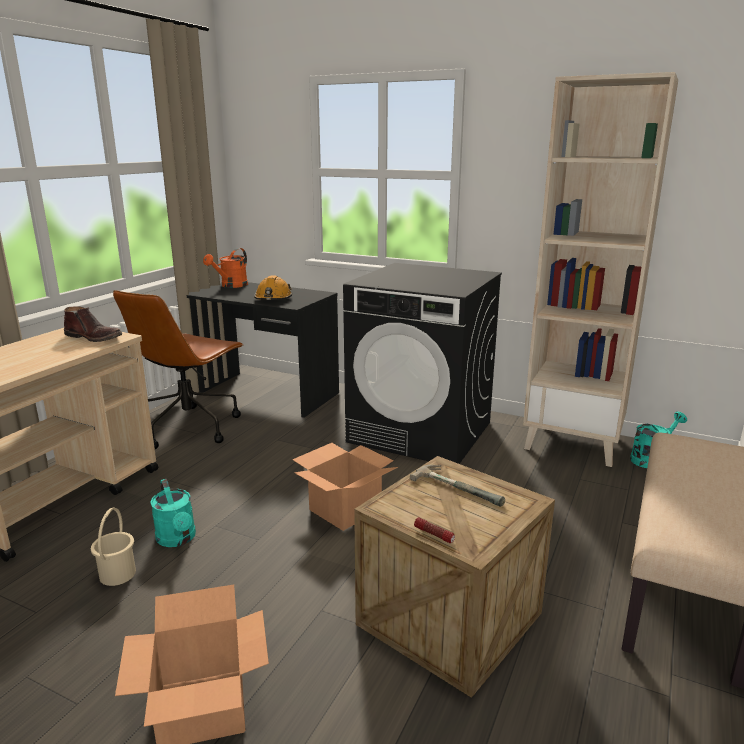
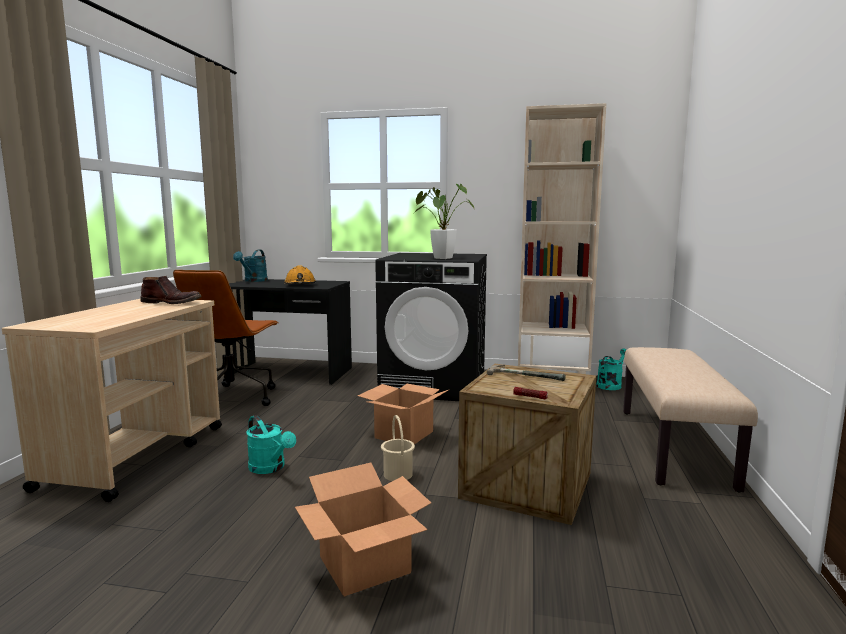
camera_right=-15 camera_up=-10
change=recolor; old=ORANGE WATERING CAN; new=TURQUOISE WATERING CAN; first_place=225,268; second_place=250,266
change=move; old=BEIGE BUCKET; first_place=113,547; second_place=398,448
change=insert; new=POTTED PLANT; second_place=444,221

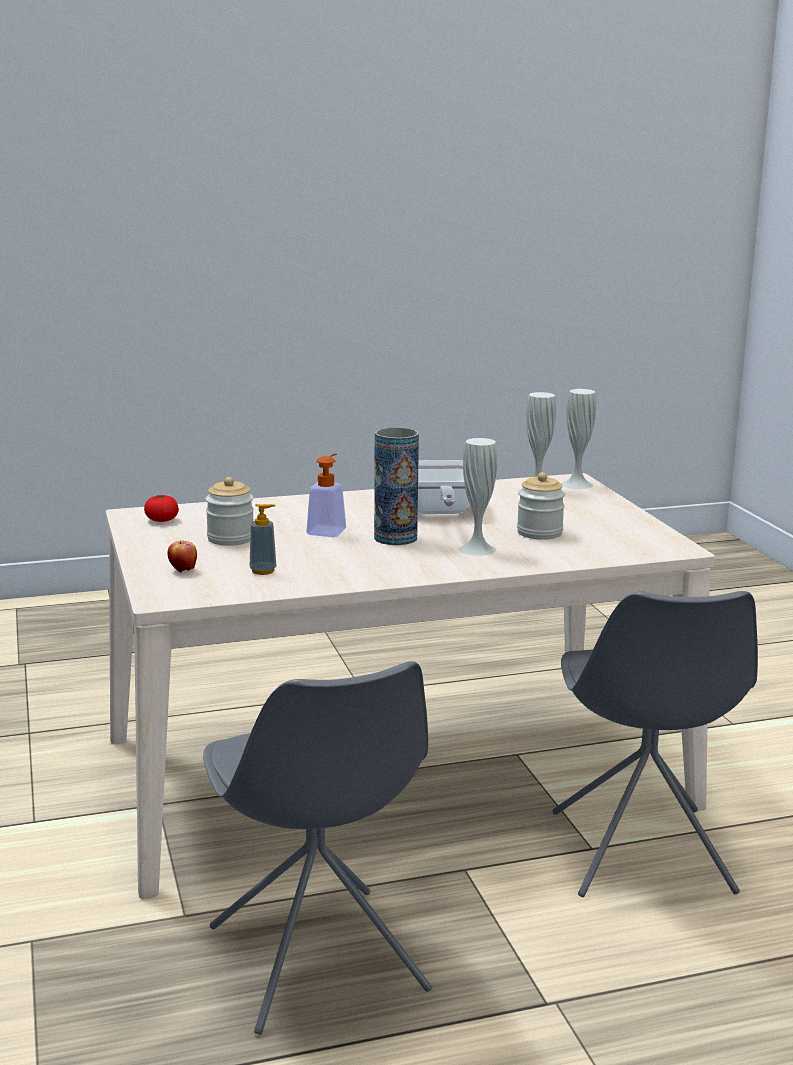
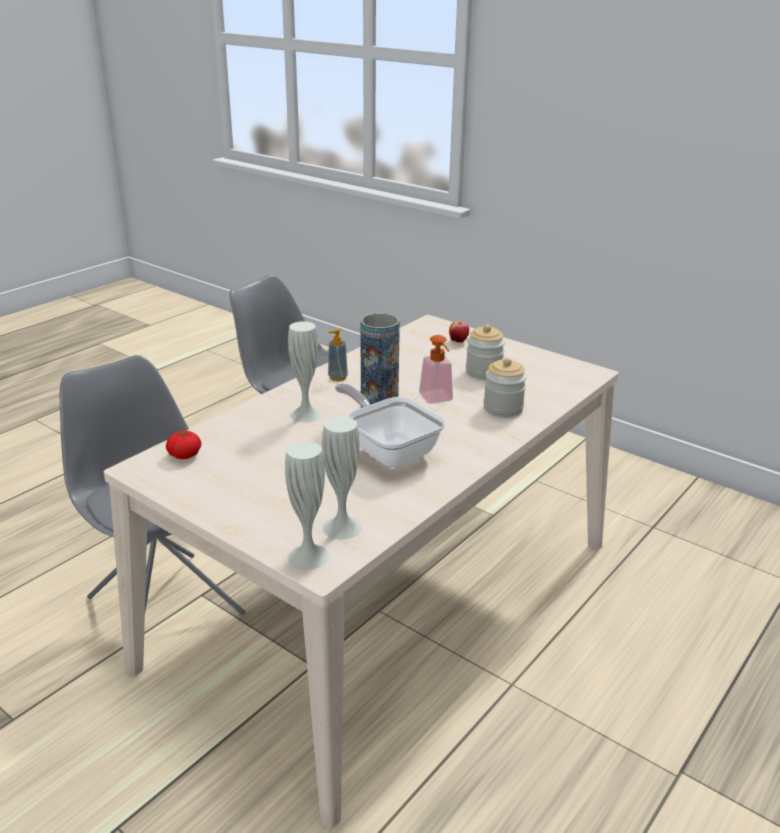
camera_right=145 camera_up=10
change=move; old=TOMATO; first_place=161,508; second_place=183,445
change=move; old=SOAP DISPENSER; first_place=263,539; second_place=338,354
change=move; old=JAR; first_place=541,506; second_place=505,387

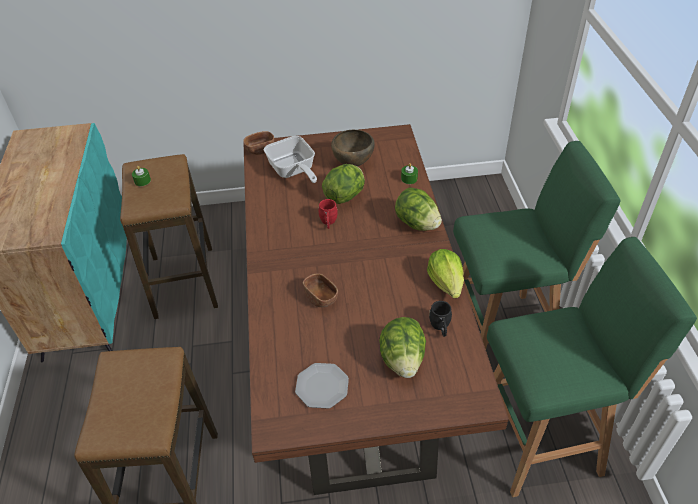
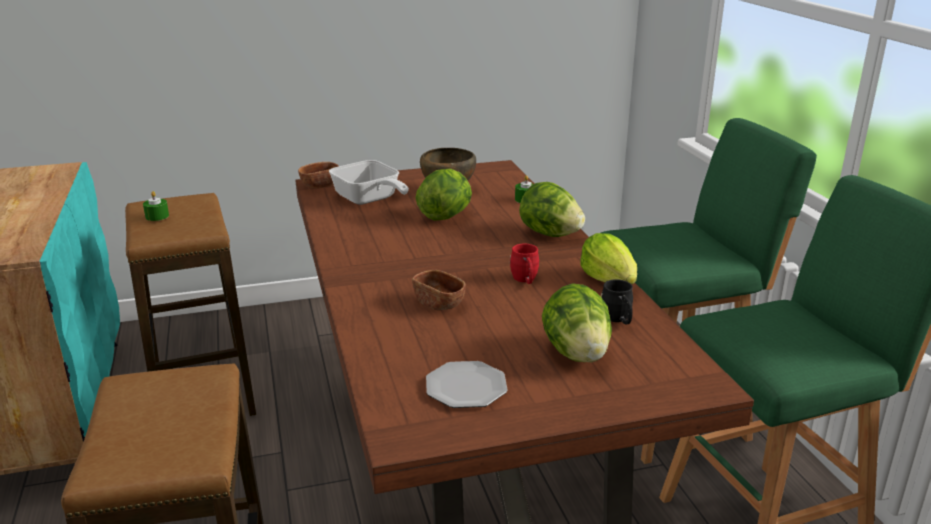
camera_right=-10 camera_up=-20
change=move; old=RED MUG; first_place=328,214; second_place=524,264

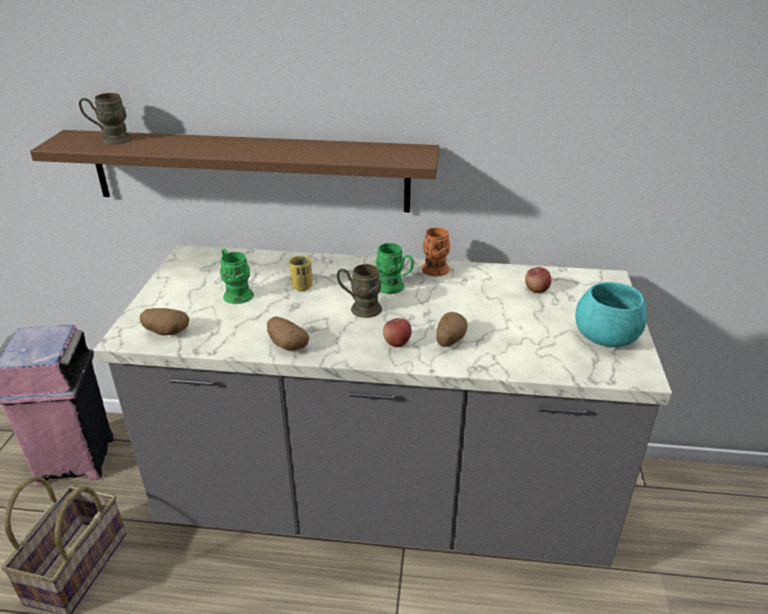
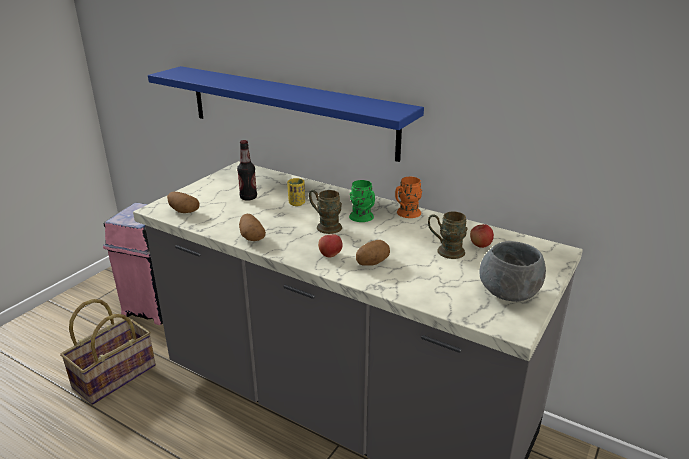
camera_right=25 camera_up=-5
change=recolor; old=BROWN SHELF; new=BLUE SHELF; first_place=234,171; second_place=286,114
change=replace; old=GREEN MUG; new=BOTTLE; first_place=237,276; second_place=247,170
change=move; old=BROWN MUG; first_place=105,118; second_place=448,235
change=recolor; old=TURQUOISE BOWL; new=GREY BOWL; first_place=611,314; second_place=512,271

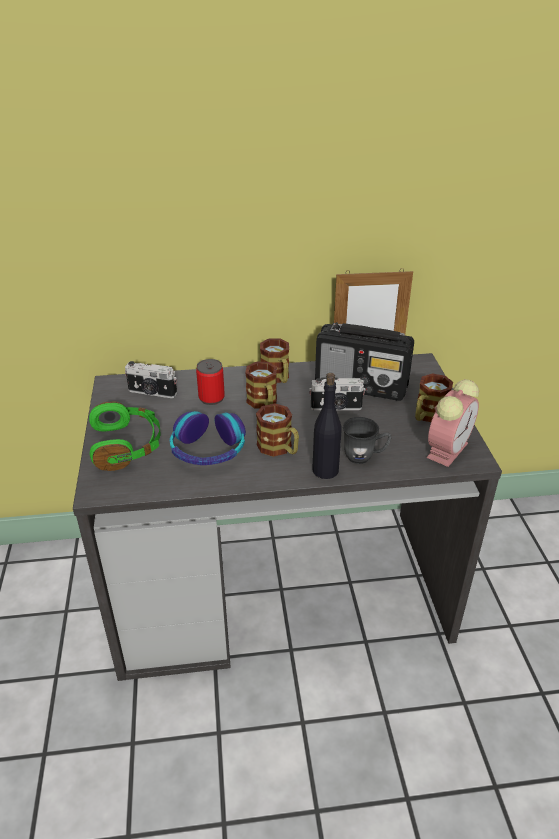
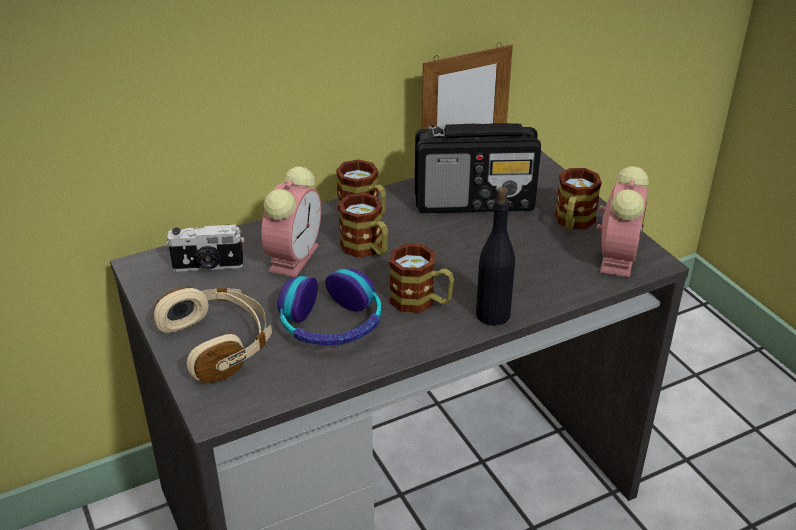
camera_right=-20 camera_up=0
change=recolor; old=GREEN HEADPHONES; new=BEIGE HEADPHONES; first_place=124,436; second_place=213,334
change=replace; old=CAN; new=ALARM CLOCK; first_place=210,382; second_place=291,222
change=delete; old=PHOTO CAMERA; first_place=337,394
change=delete; old=GREY MUG; first_place=367,440

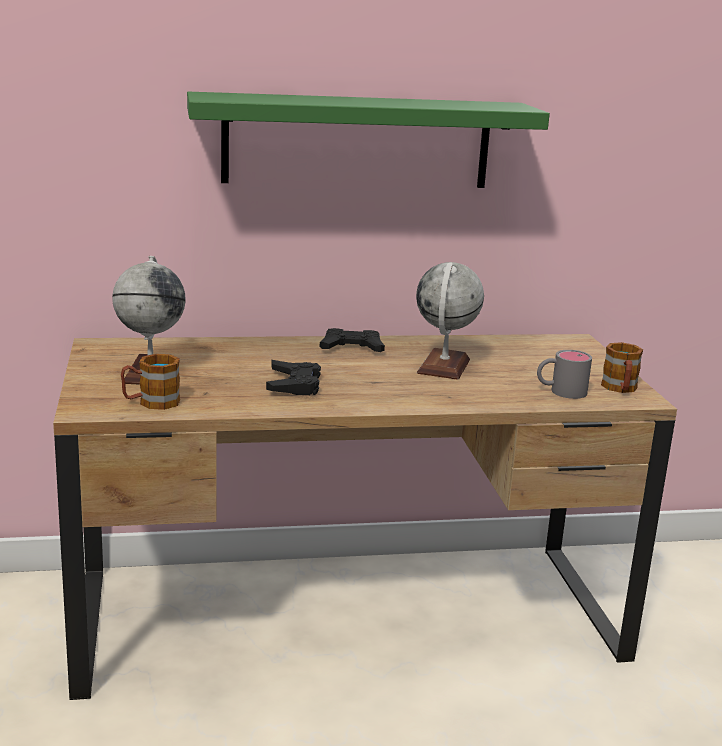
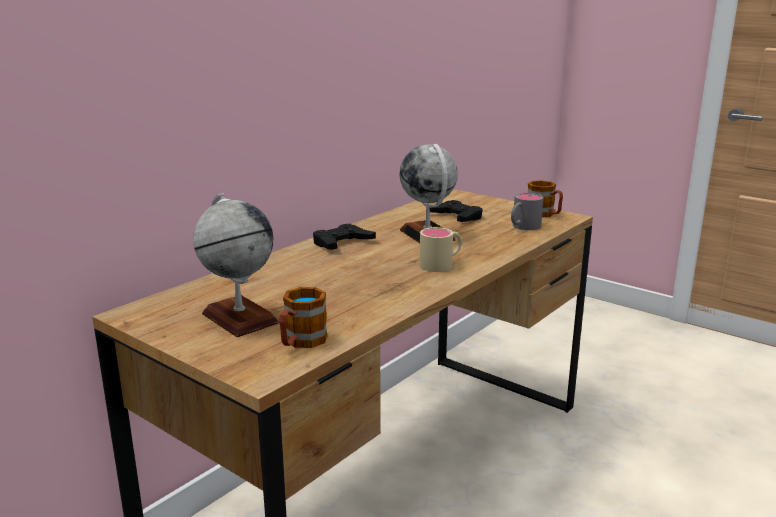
camera_right=-40 camera_up=0
change=insert; new=BEIGE MUG; second_place=441,249
change=move; old=BLACK GAME CONTROLLER; first_place=293,377; second_place=454,211
change=delete; old=GREEN SHELF; first_place=368,140

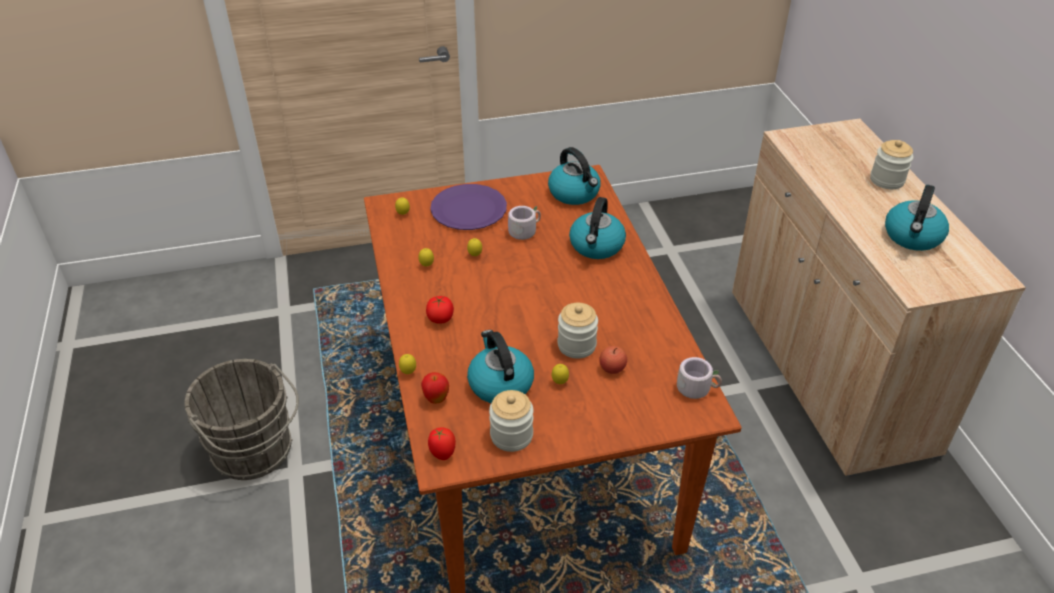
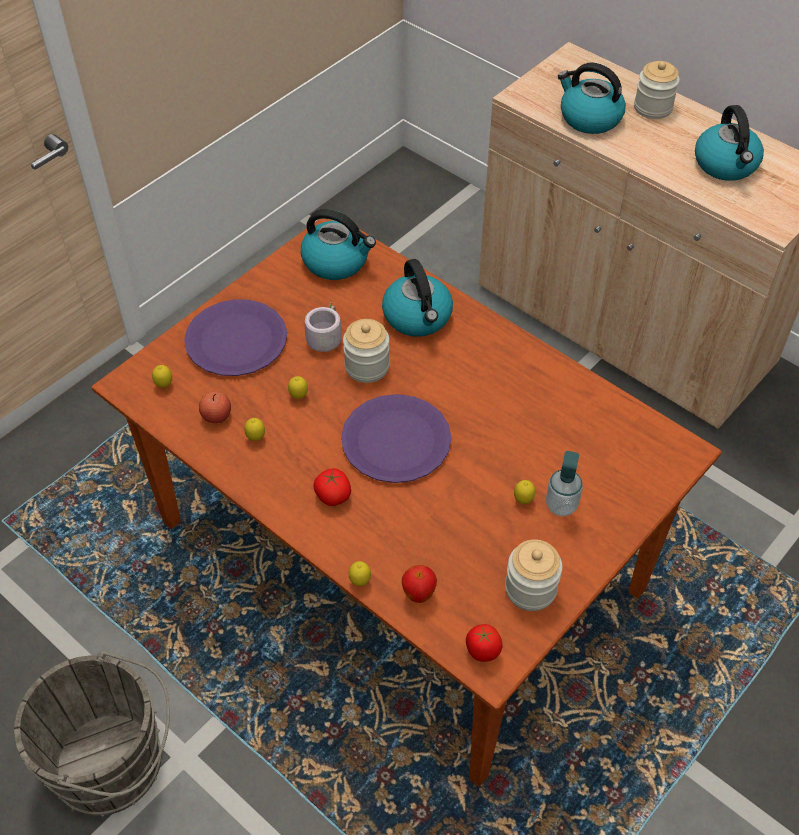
camera_right=-35 camera_up=10
change=move; old=APPLE; first_place=613,360; second_place=215,407
change=insert; new=PURPLE PLATE; second_place=396,438
change=move; old=JAR; first_place=577,330; second_place=366,351
change=insert; new=SOAP DISPENSER; second_place=564,483
change=move; old=KETTLE; first_place=500,366; second_place=592,98
change=delete; old=GREY MUG; first_place=699,378

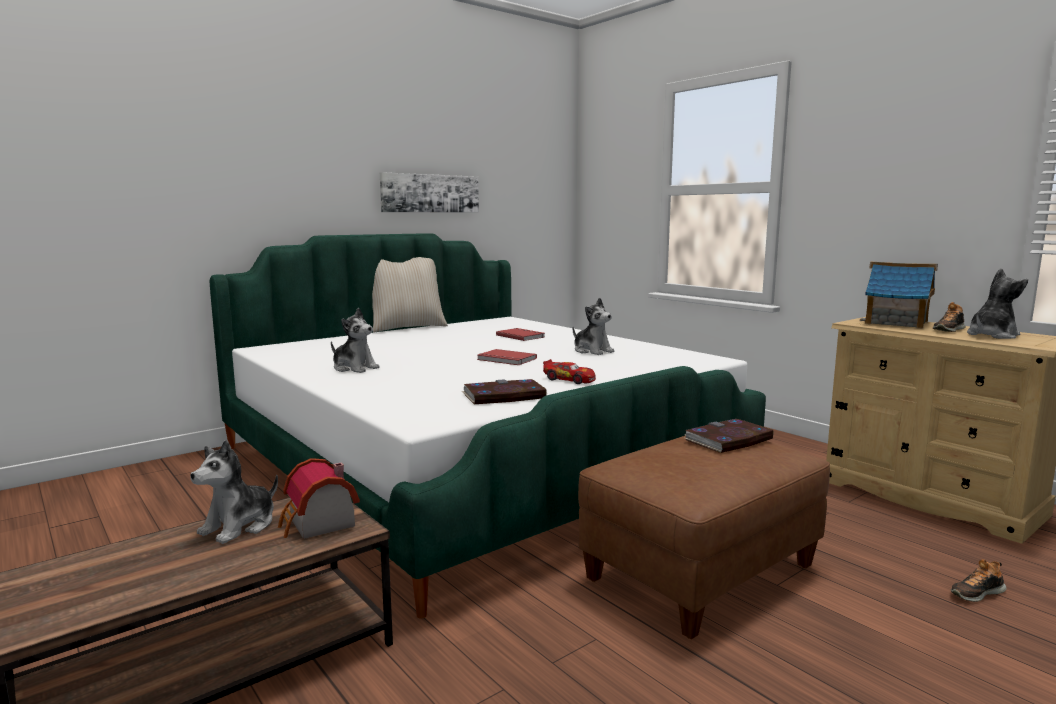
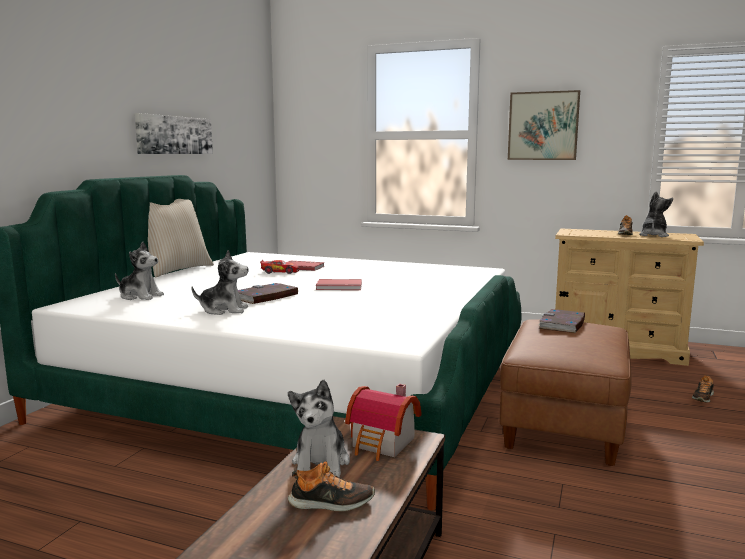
camera_right=-30 camera_up=0
change=move; old=PLUSH TOY; first_place=593,326; second_place=139,271
change=move; old=BOOK; first_place=505,391; second_place=268,293
change=move; old=TOY CAR; first_place=569,371; second_place=279,267
change=insert; new=SHOE; second_place=331,486
change=insert; new=PICTURE; second_place=544,125
change=delete; old=TOY HOUSE; first_place=899,295

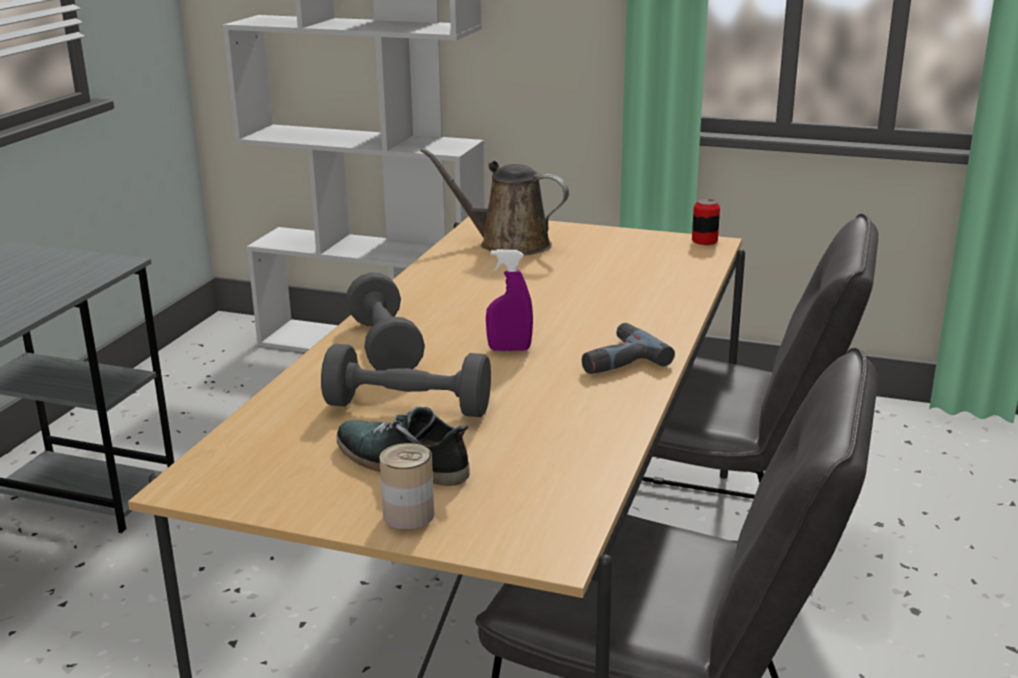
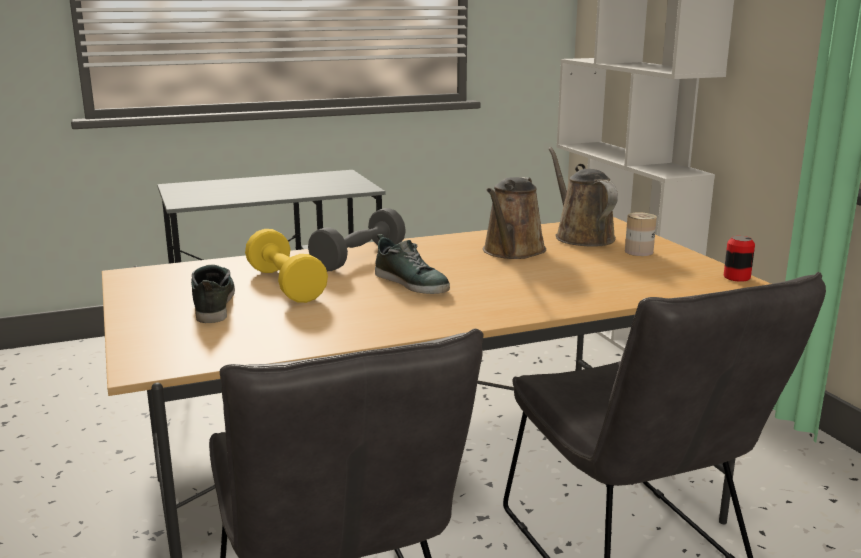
camera_right=50 camera_up=-5
change=recolor; old=GREY DUMBBELL; new=YELLOW DUMBBELL; first_place=406,380; second_place=286,266
change=replace; old=PURPLE SPRAY BOTTLE; new=SHOE; first_place=509,300; second_place=412,264
change=insert; new=BROWN WATERING CAN; second_place=514,218
change=move; old=CAN; first_place=406,486; second_place=641,234
change=delete; old=POWER DRILL; first_place=628,348

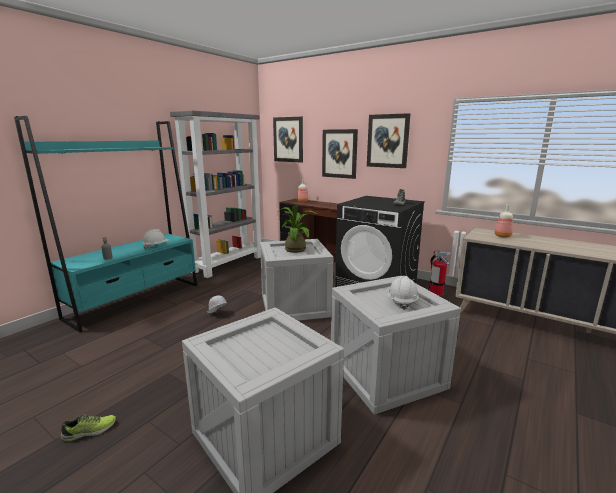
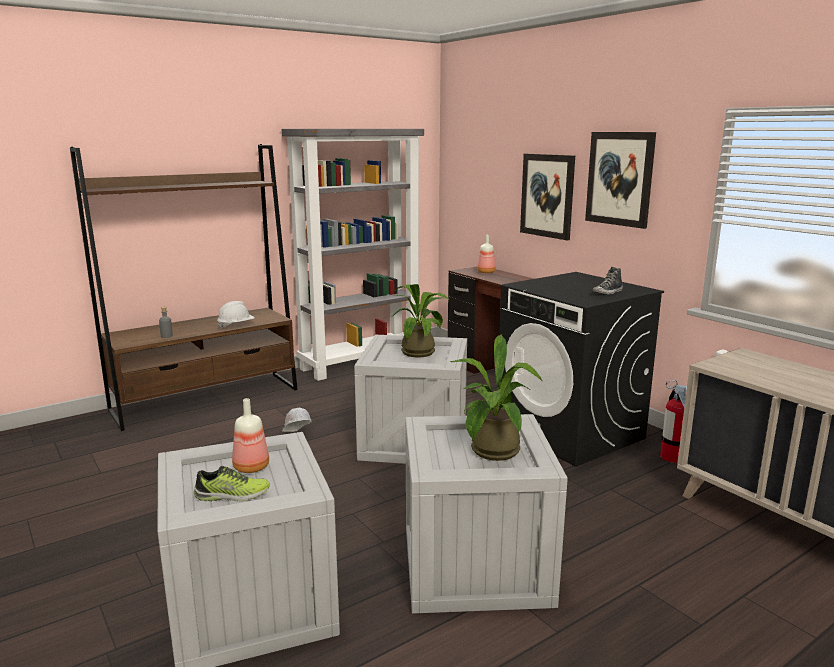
camera_right=20 camera_up=0
change=recolor; old=TURQUOISE BOOKCASE; new=BROWN BOOKCASE; first_place=106,224; second_place=184,287
change=move; old=SHOE; first_place=88,428; second_place=232,483
change=move; old=BOTTLE; first_place=503,221; second_place=250,435
change=replace; old=WHITE HARD HAT; new=POTTED PLANT; first_place=403,293; second_place=496,397
change=delete; old=PICTURE; first_place=288,140

